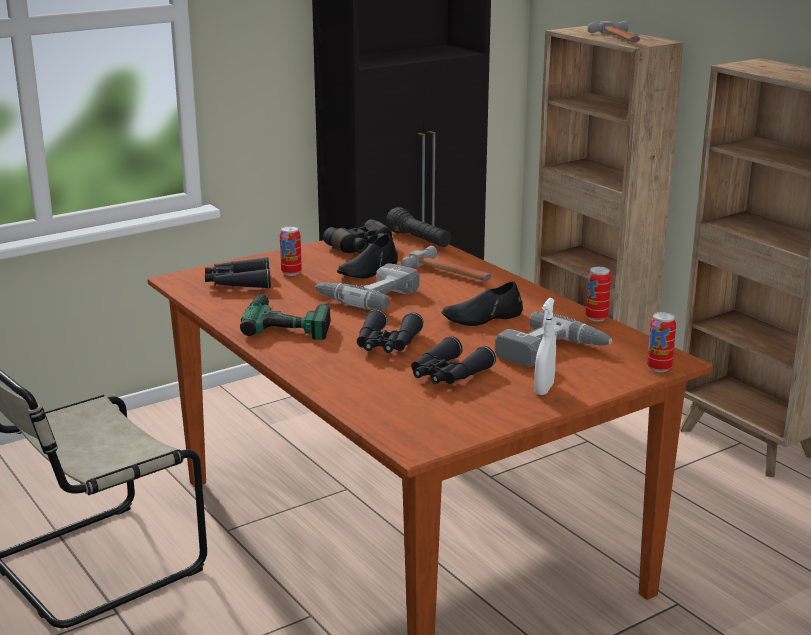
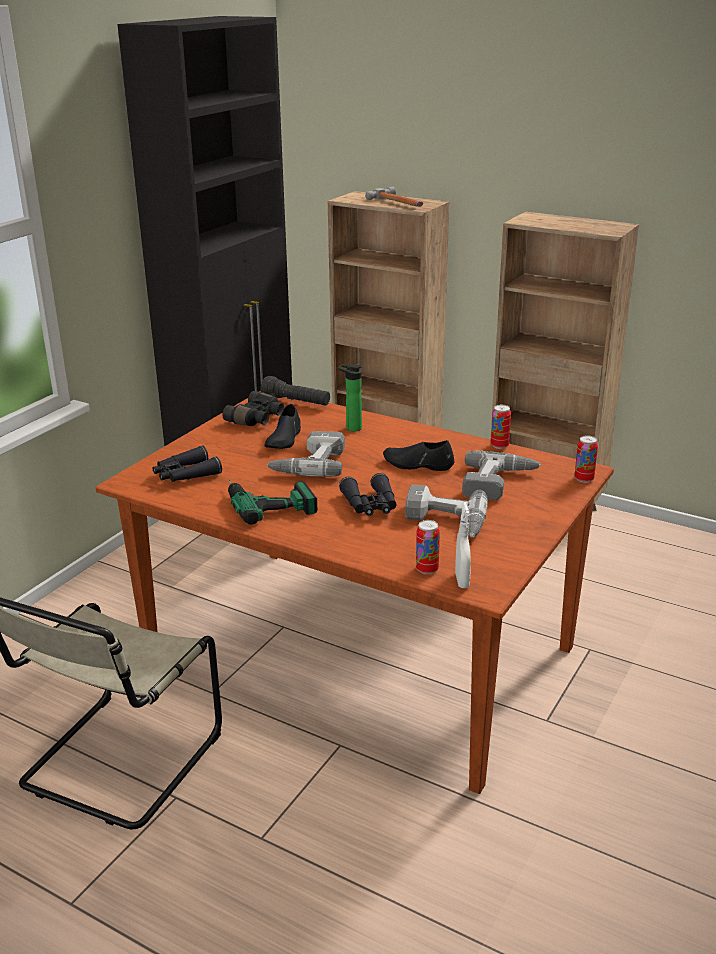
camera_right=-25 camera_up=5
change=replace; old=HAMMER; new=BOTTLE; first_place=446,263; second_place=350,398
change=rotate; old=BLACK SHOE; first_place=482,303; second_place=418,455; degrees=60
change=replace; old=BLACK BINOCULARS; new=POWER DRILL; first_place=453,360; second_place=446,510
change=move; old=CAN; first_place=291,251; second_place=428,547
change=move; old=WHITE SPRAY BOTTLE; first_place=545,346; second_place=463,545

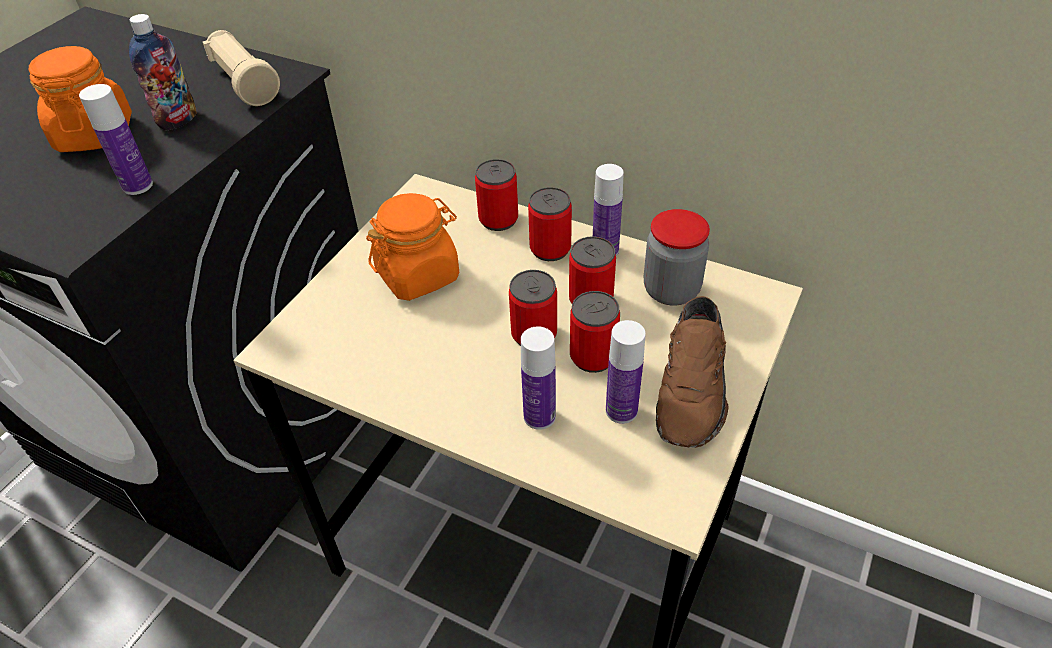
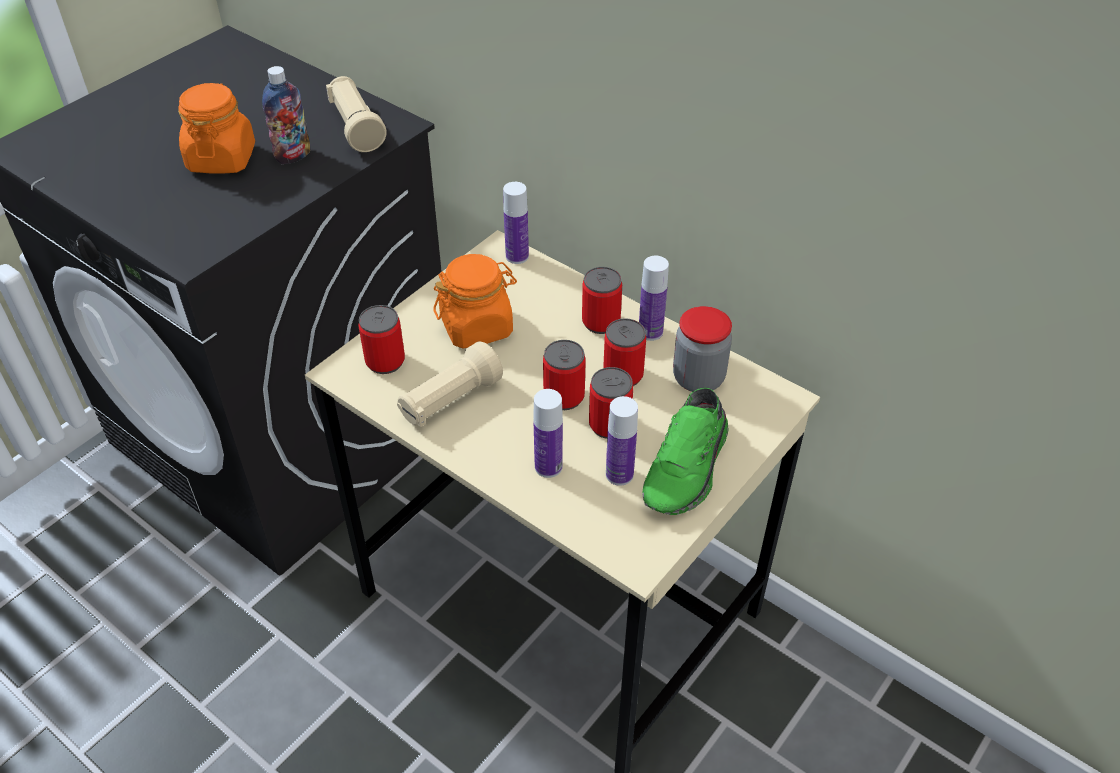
camera_right=10 camera_up=0
change=move; old=CAN; first_place=496,195; second_place=382,339
change=insert; new=BEIGE FLASHLIGHT; second_place=450,384
change=move; old=BOTTLE; first_place=116,139; second_place=516,223
change=recolor; old=BROWN SHOE; new=GREEN SHOE; first_place=692,372; second_place=685,451

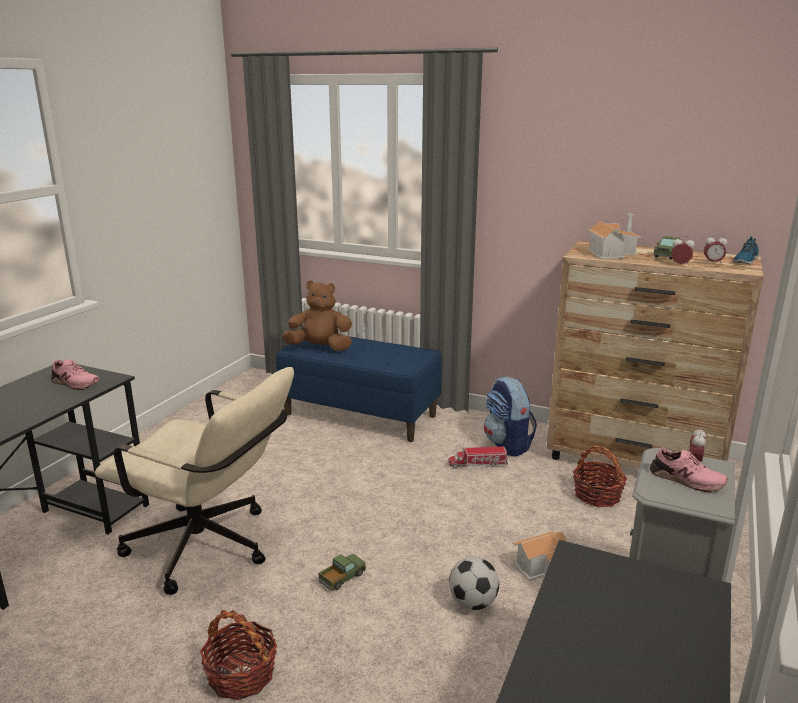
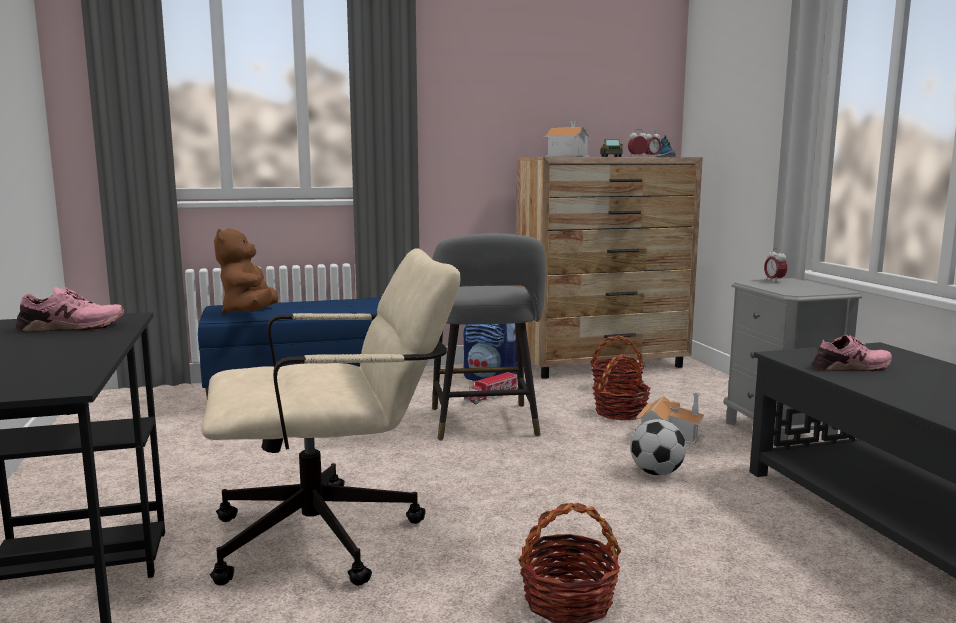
camera_right=-40 camera_up=-10
change=rotate; old=BROWN PLUSH TOY; first_place=317,315; second_place=246,271; degrees=-60
change=insert; new=GREY STOOL; second_place=489,337
change=insert; new=BASKET; second_place=621,387
change=move; old=PINK SHOE; first_place=689,469; second_place=852,353
change=delete; old=TOY TRUCK; first_place=342,572

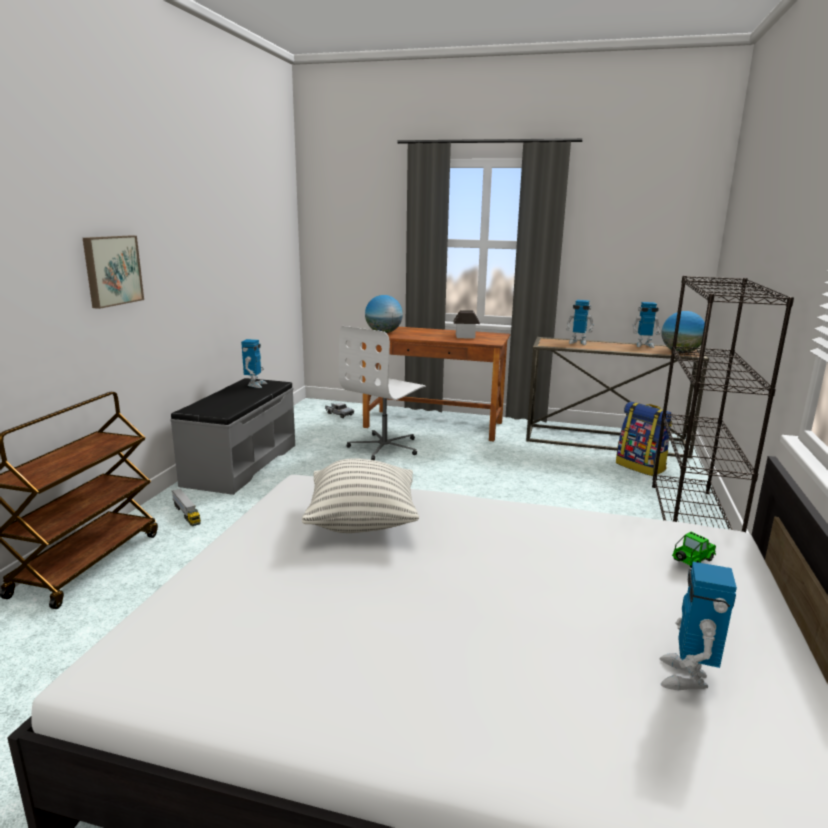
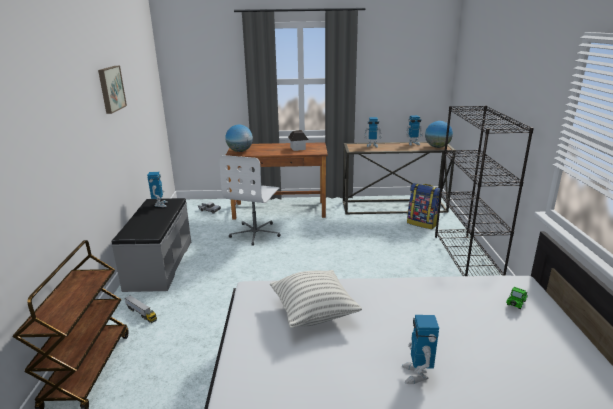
camera_right=-15 camera_up=5
change=move; old=PICTURE; first_place=113,272; second_place=112,90
change=move; old=TOY ROBOT; first_place=698,626; second_place=420,349

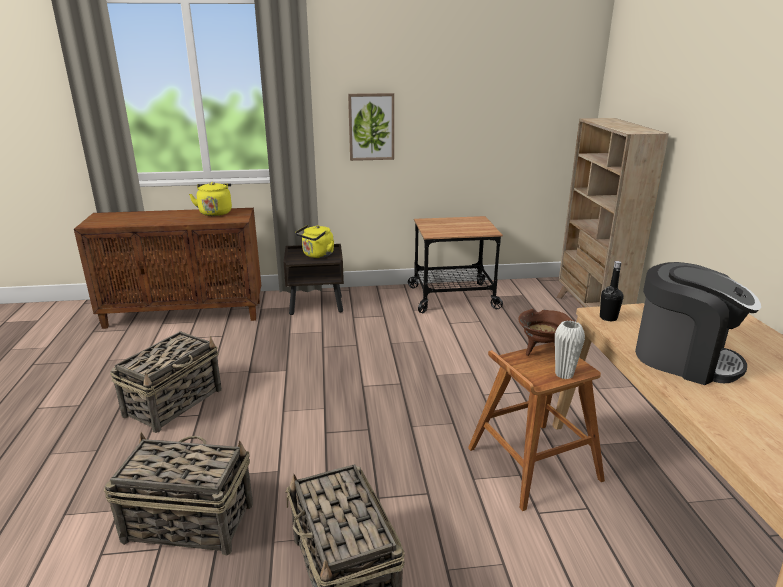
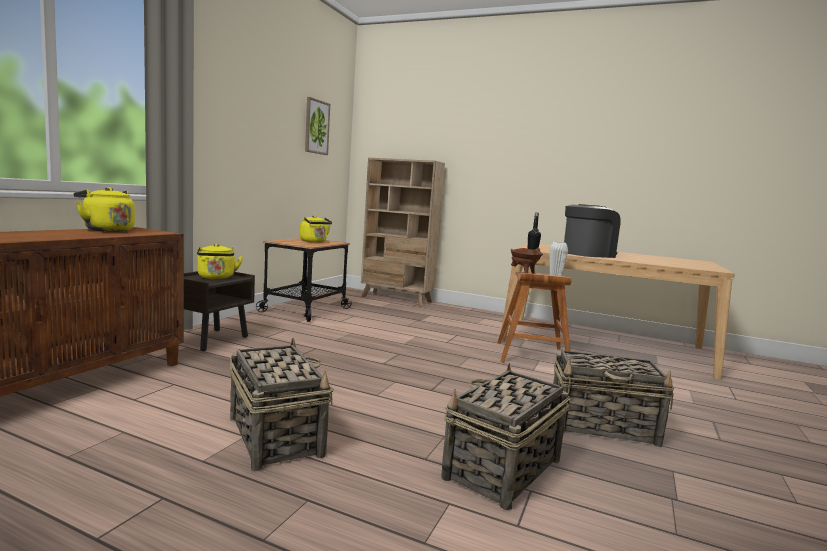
camera_right=-60 camera_up=-15
change=insert; new=YELLOW KETTLE; second_place=316,229
change=move; old=PICTURE; first_place=371,127; second_place=317,126

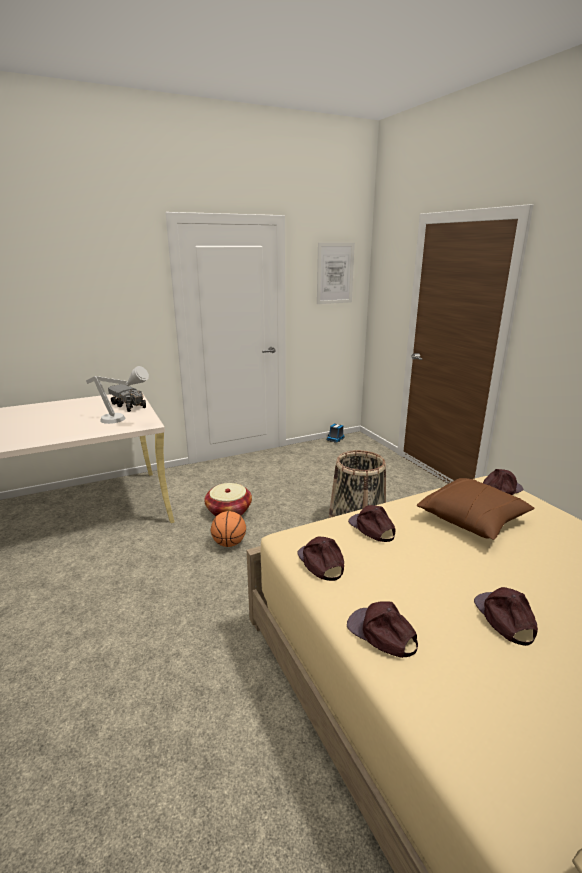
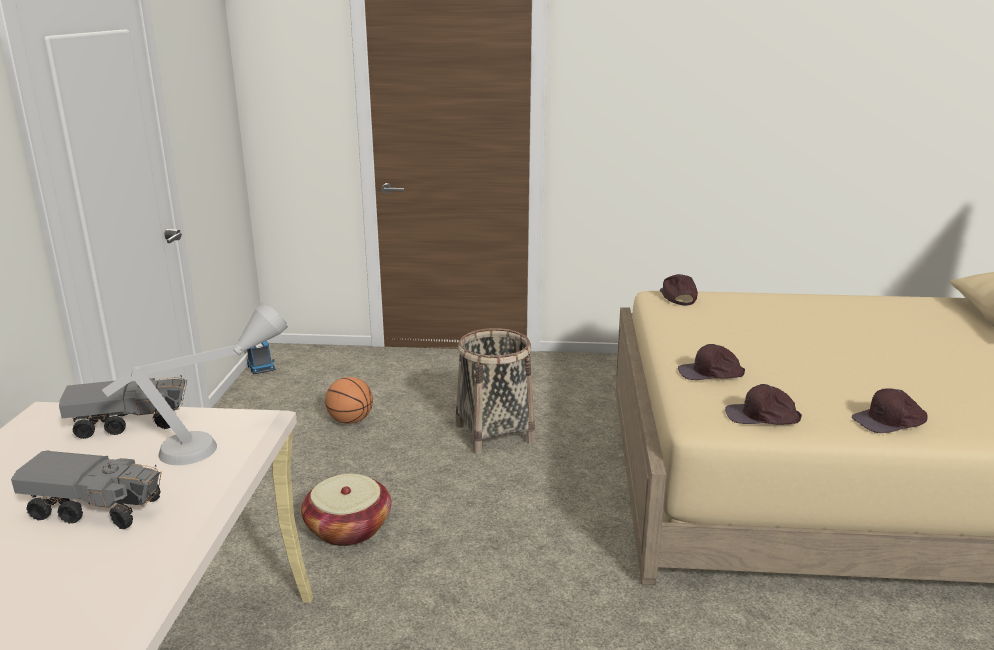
camera_right=-60 camera_up=0
change=insert; new=TOY TRUCK; second_place=86,490
change=move; old=BASKETBALL; first_place=228,529; second_place=349,400
change=delete; old=PICTURE; first_place=336,273
change=delete; old=BROWN PILLOW; first_place=475,509
change=delete; old=BROWN CAP; first_place=506,616

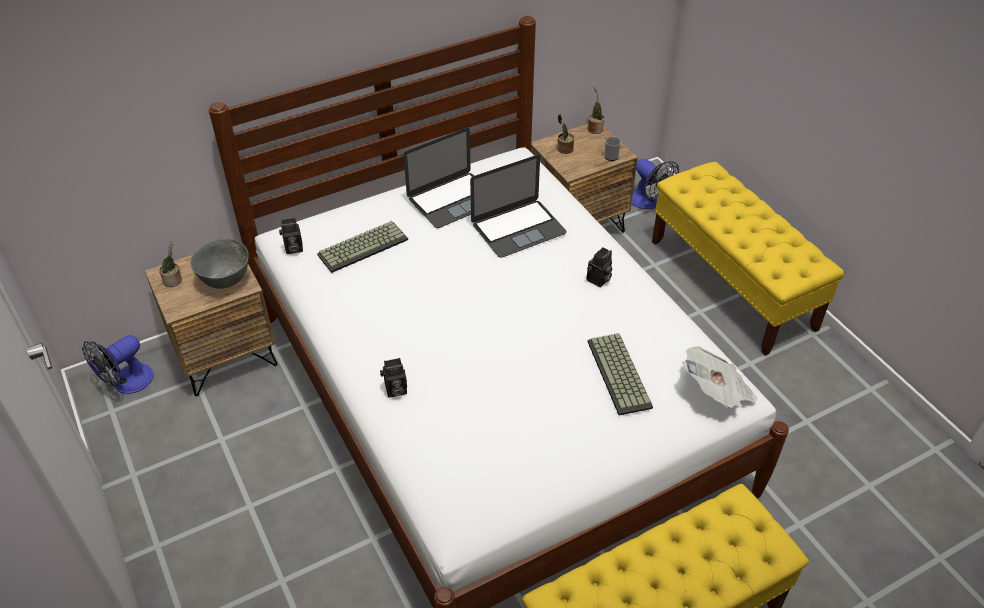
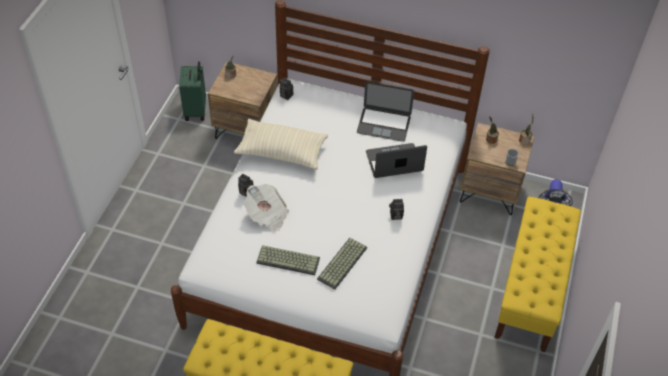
camera_right=45 camera_up=5
change=replace; old=FAN; new=GREEN SUITCASE; first_place=118,364; second_place=192,91
change=insert; new=BEIGE PILLOW; second_place=281,144
change=move; old=NEWSPAPER; first_place=719,377; second_place=266,207
change=move; old=KEYBOARD; first_place=362,247; second_place=288,260
change=rotate; old=LAPTOP; first_place=518,206; second_place=396,160; degrees=150
change=delete; old=GREY BOWL; first_place=219,264

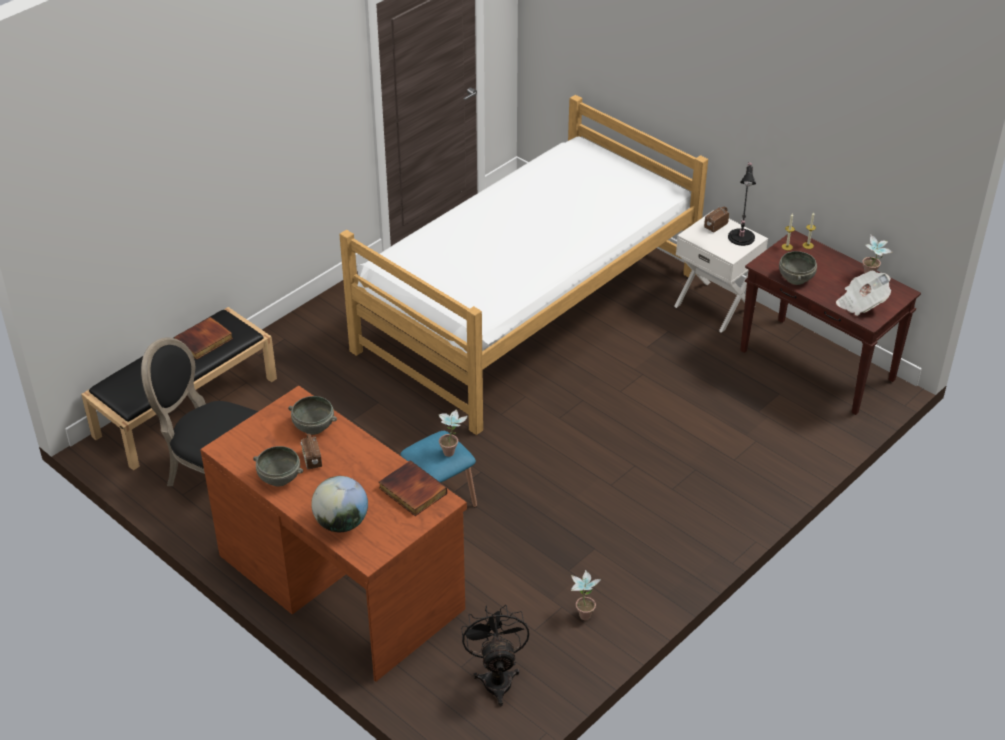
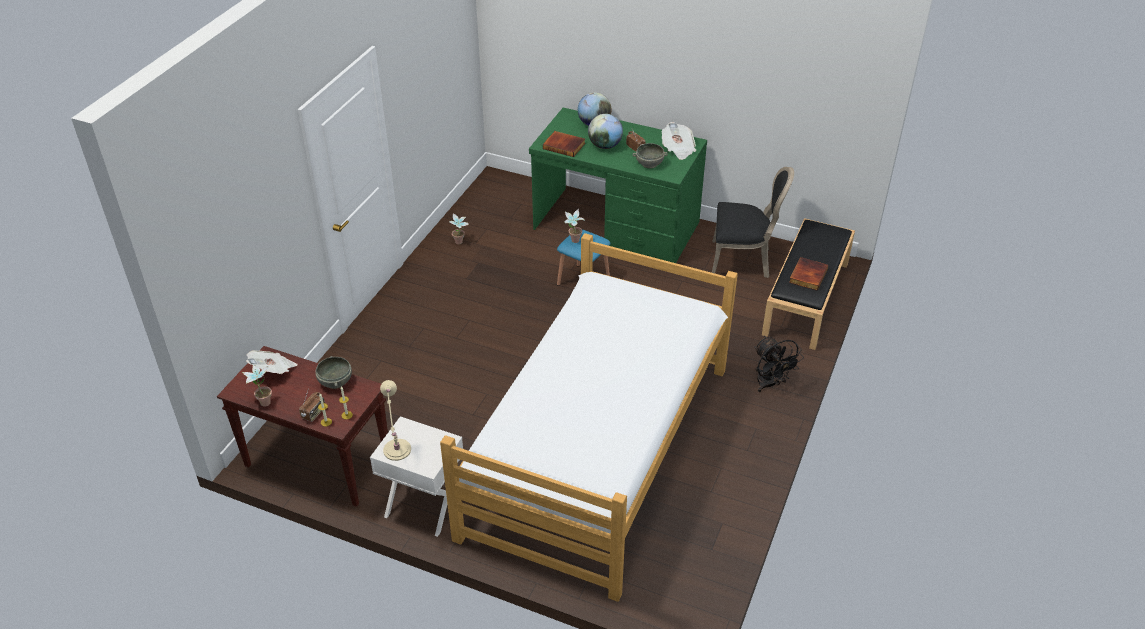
camera_right=160 camera_up=0
change=move; old=RADIO; first_place=716,219; second_place=312,406
change=recolor; old=BLACK TABLE LAMP; new=BEIGE TABLE LAMP; first_place=742,204; second_place=395,420
change=recolor; old=BROWN DESK; new=GREEN DESK; first_place=333,534; second_place=618,185
change=insert; new=GLOBE; second_place=605,131
change=insert; new=NEWSPAPER; second_place=678,141
change=move; old=BLACK FAN; first_place=495,656; second_place=779,364
change=delete; old=GREY BOWL; first_place=278,466

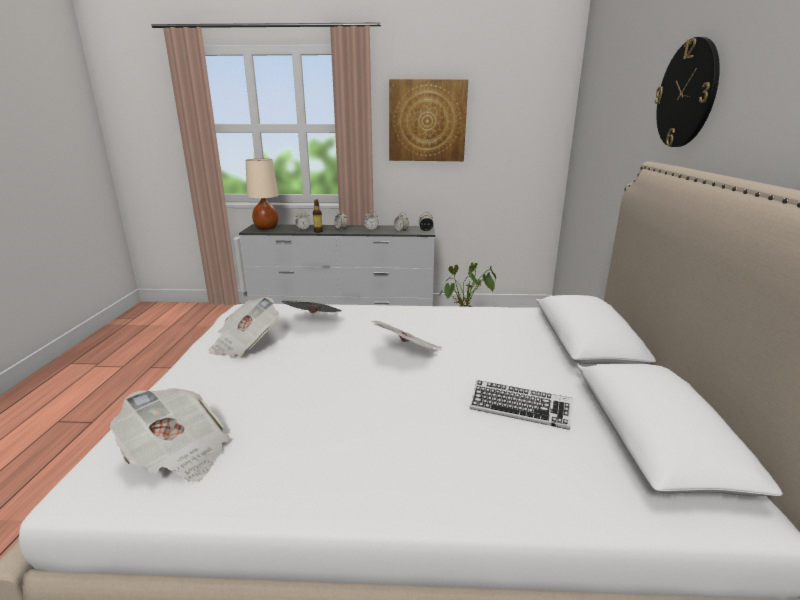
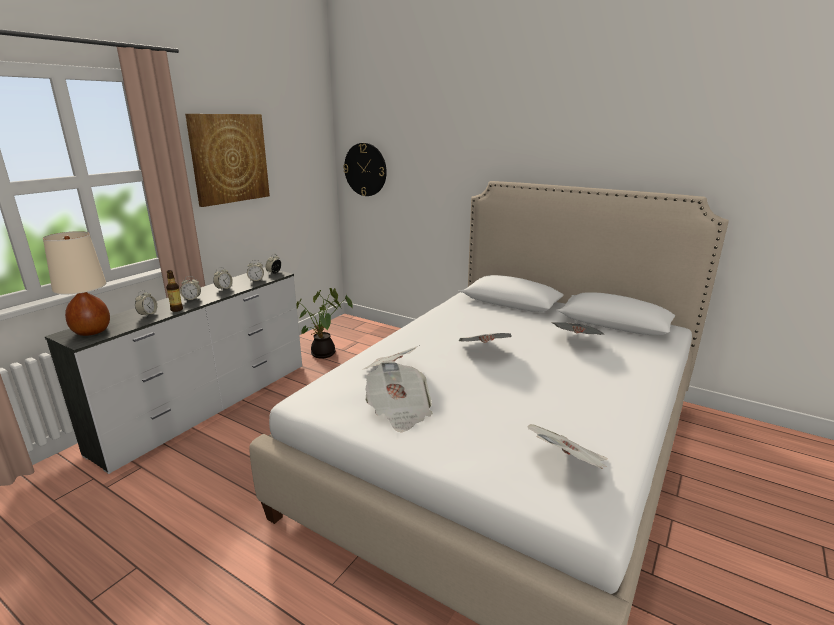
camera_right=-60 camera_up=0
change=move; old=WALL CLOCK; first_place=687,92; second_place=365,169
change=replace; old=KEYBOARD; new=NEWSPAPER; first_place=521,405; second_place=577,328

